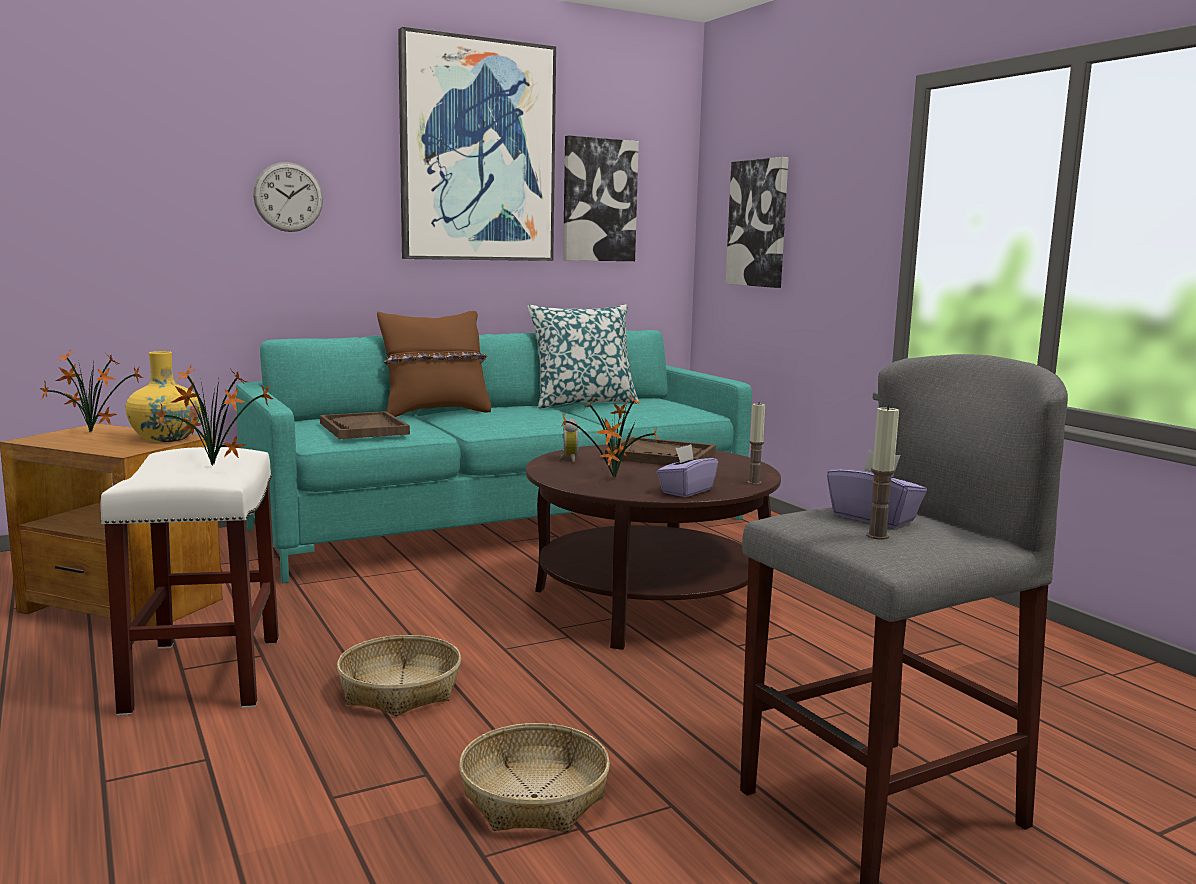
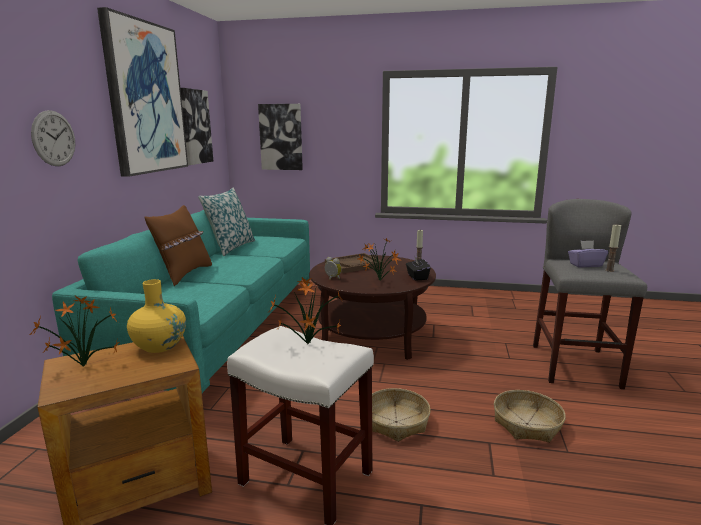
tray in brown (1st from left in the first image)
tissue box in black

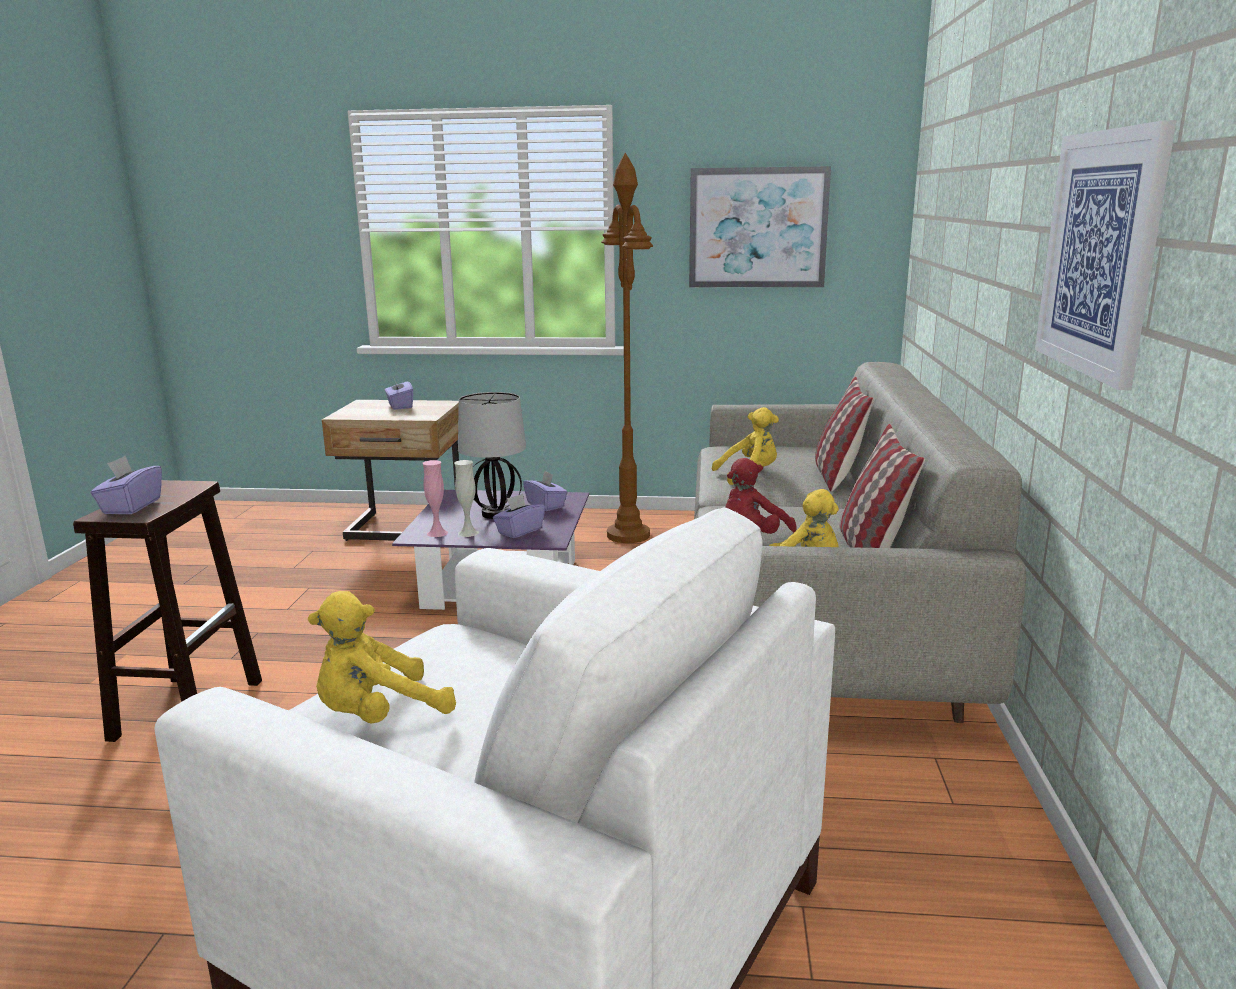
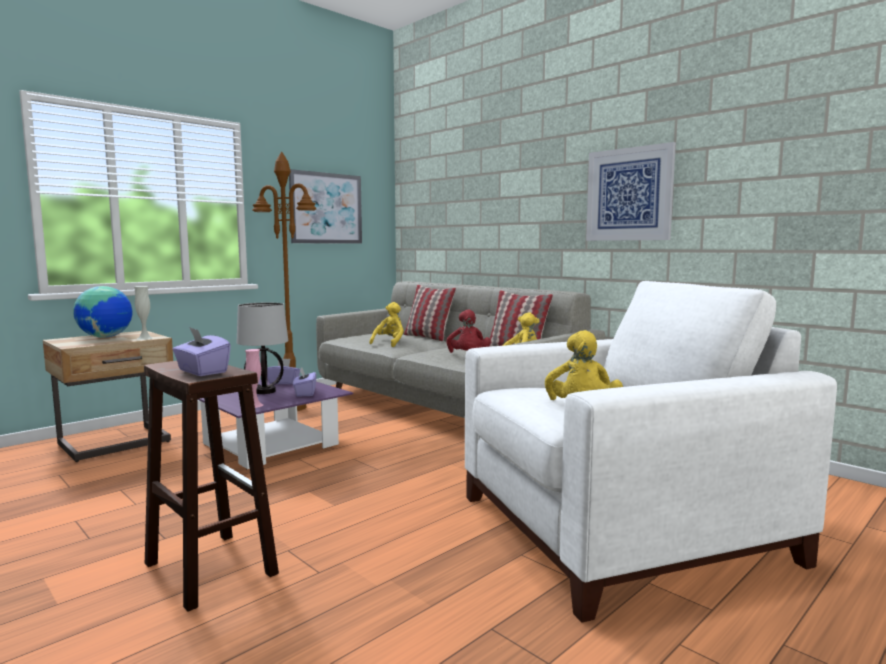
vase in white
globe

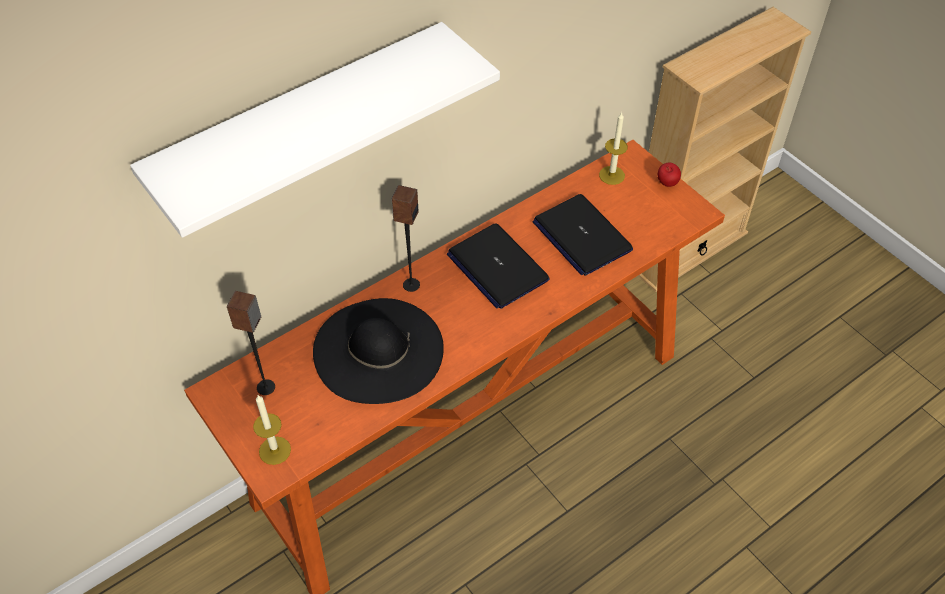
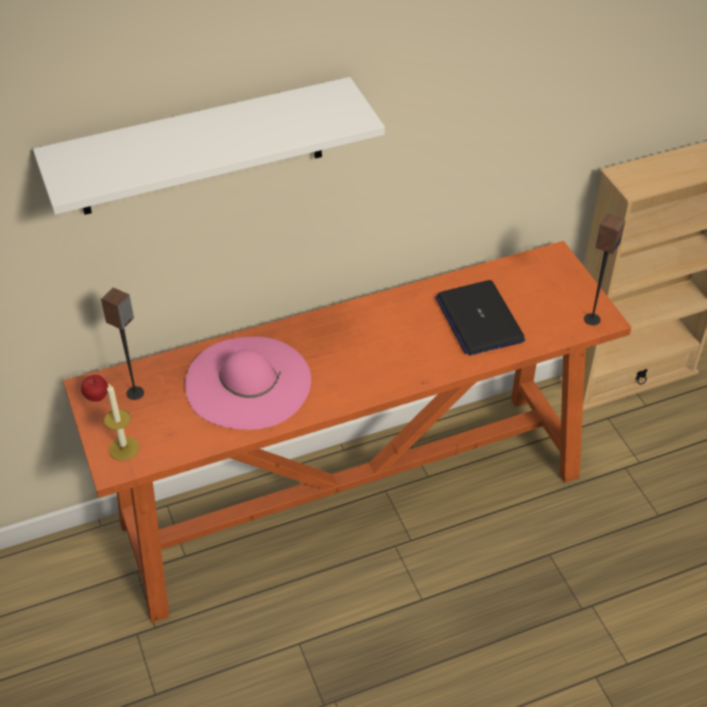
laptop (1st from left in the first image)
candle (2nd from left in the first image)
speaker (2nd from left)
apple
hat in pink

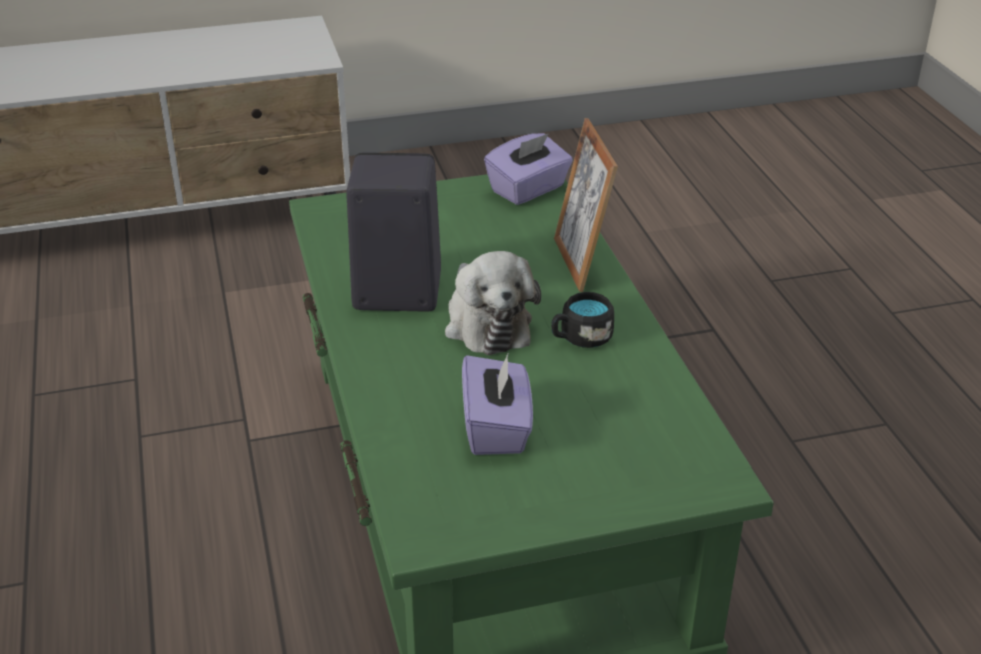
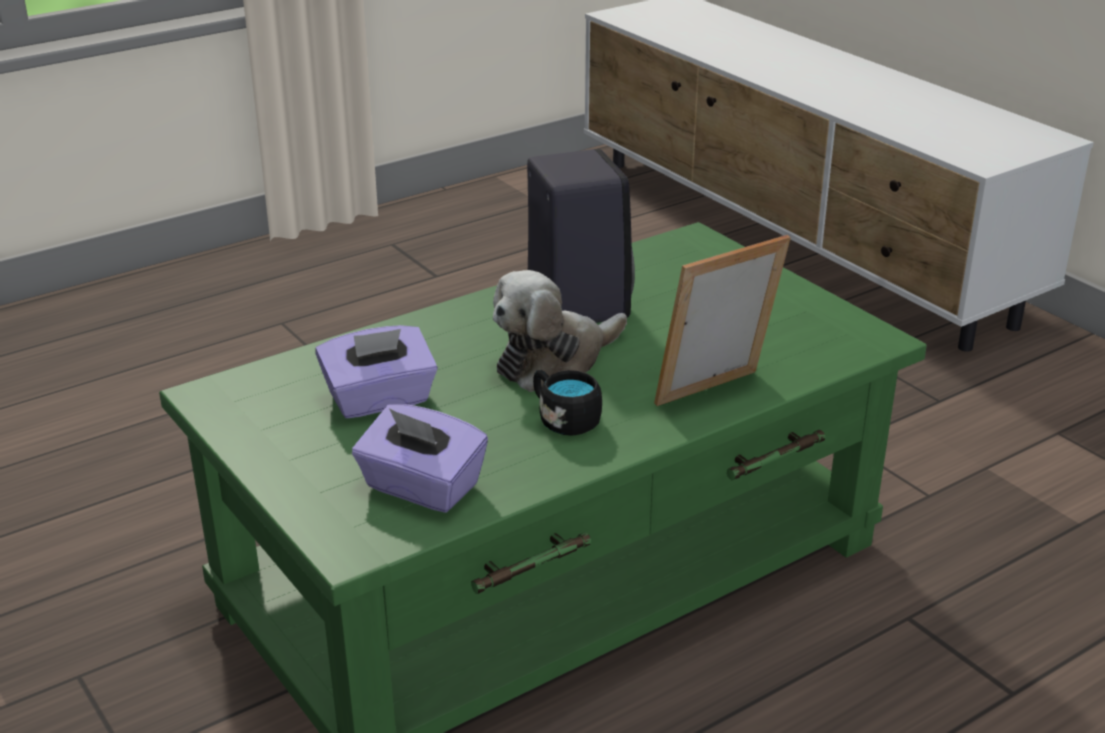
tissue box in purple (2nd from left)

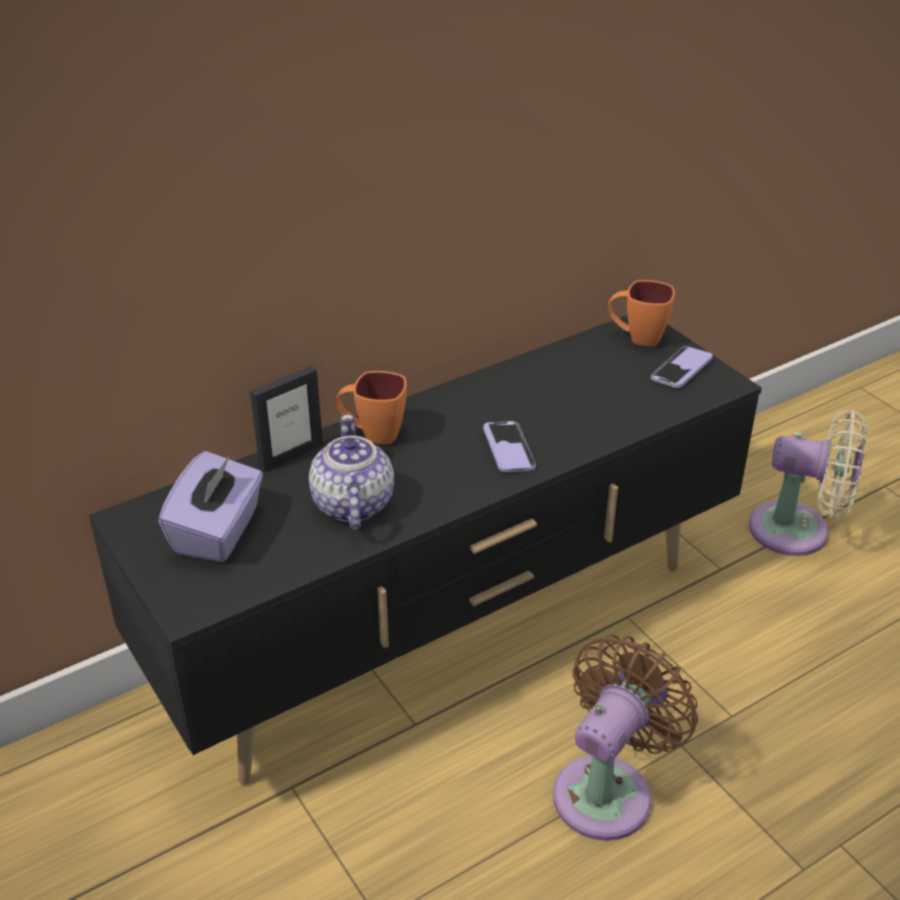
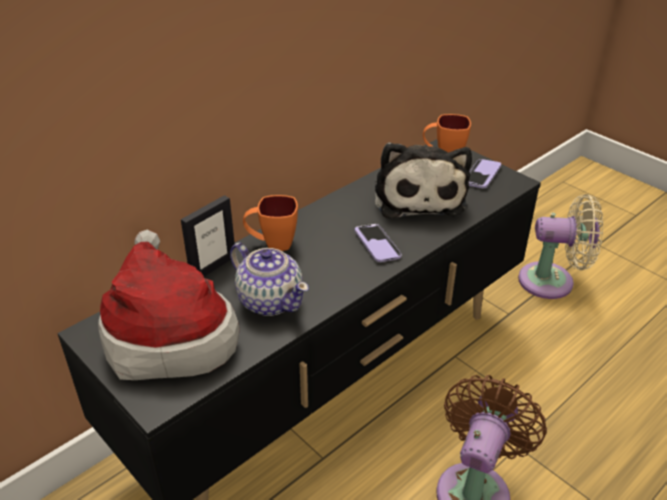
plush toy
hat
teapot

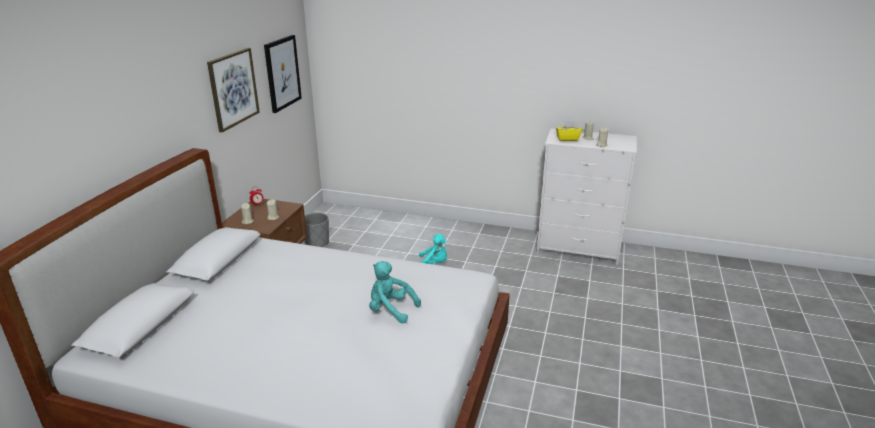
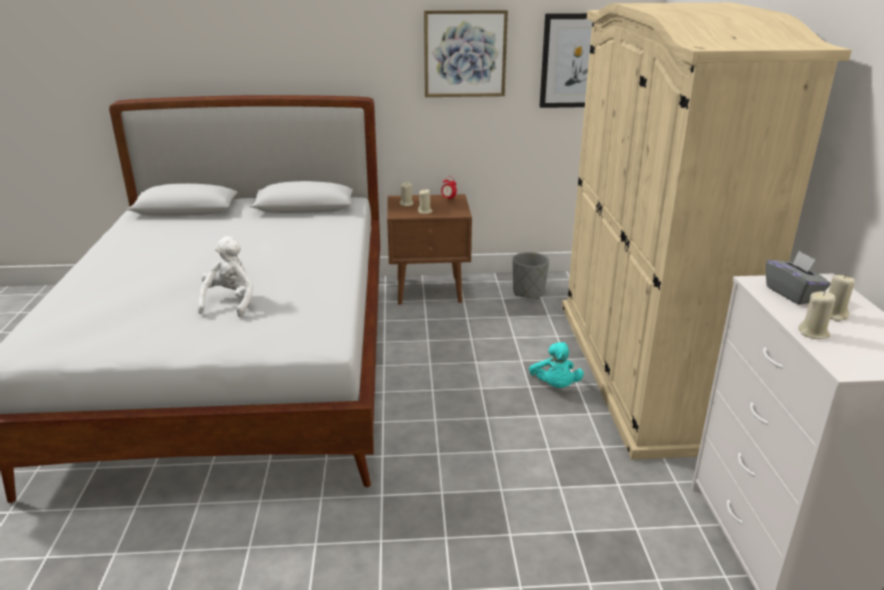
wardrobe in beige
plush toy in white
tissue box in grey

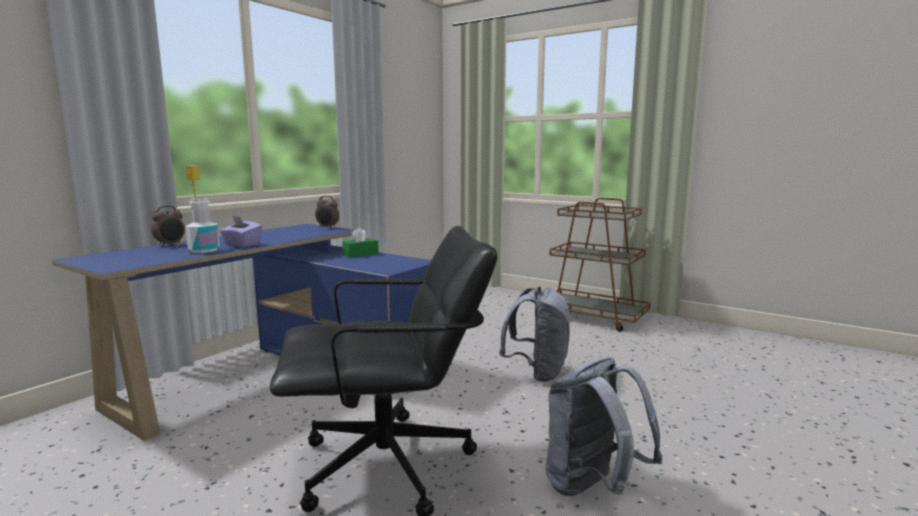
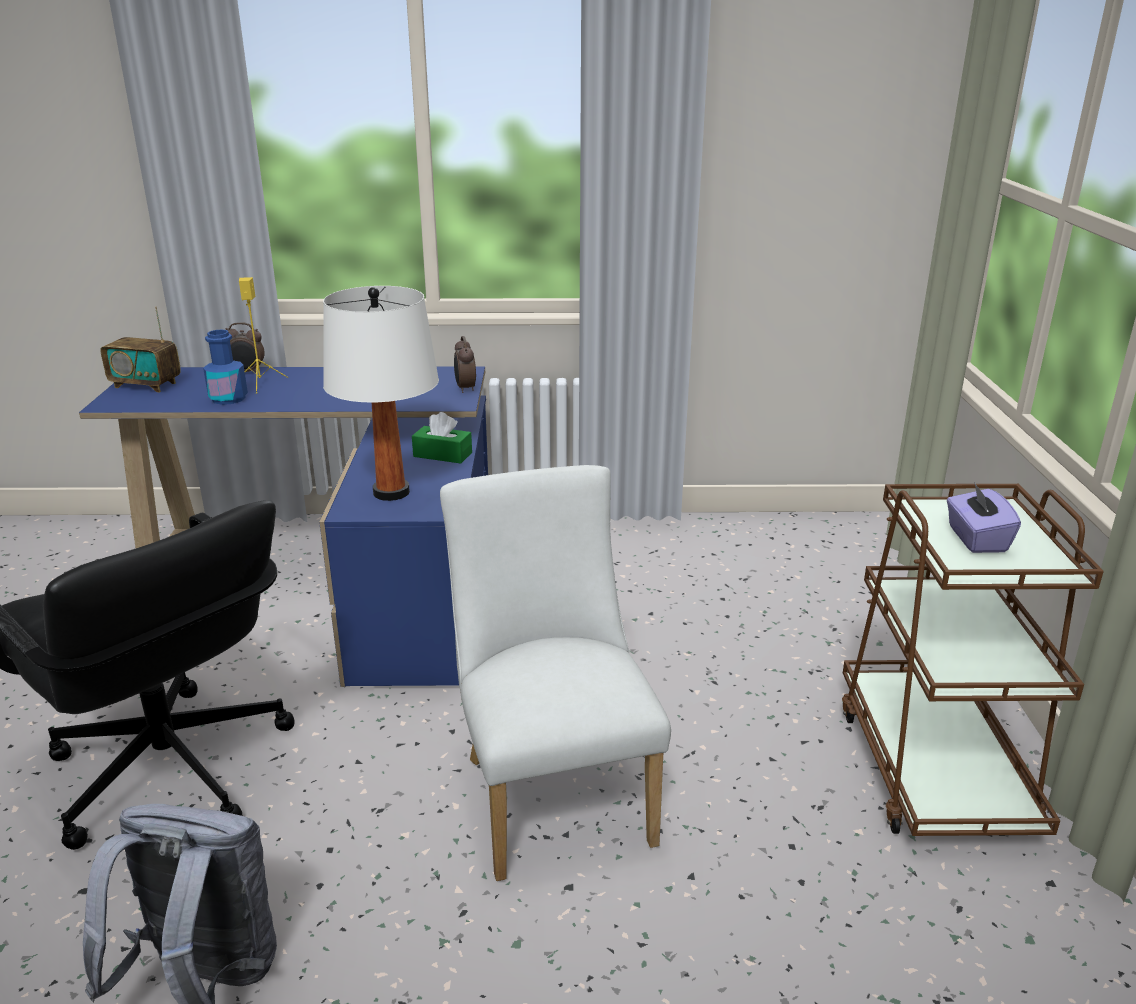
radio
table lamp in white
tissue box in purple
chair in white
bottle in blue

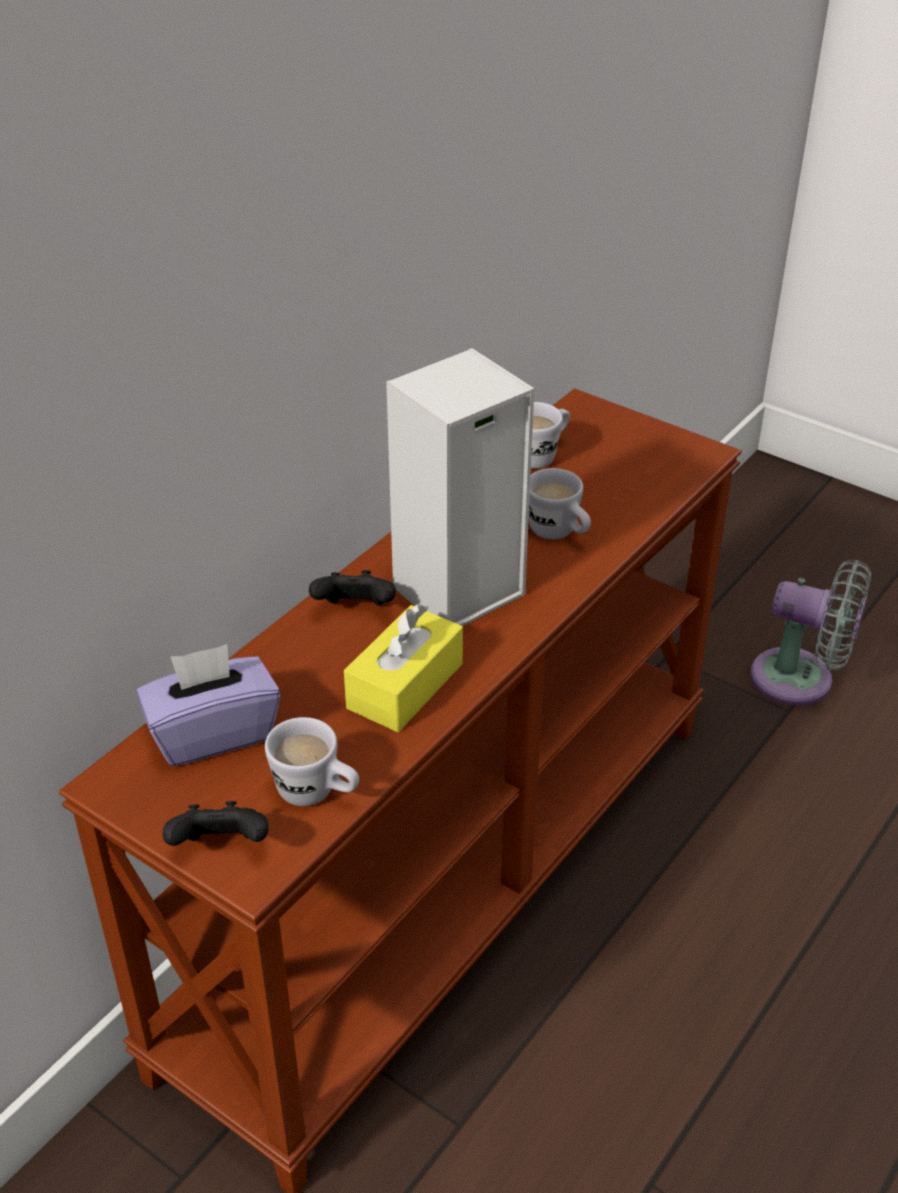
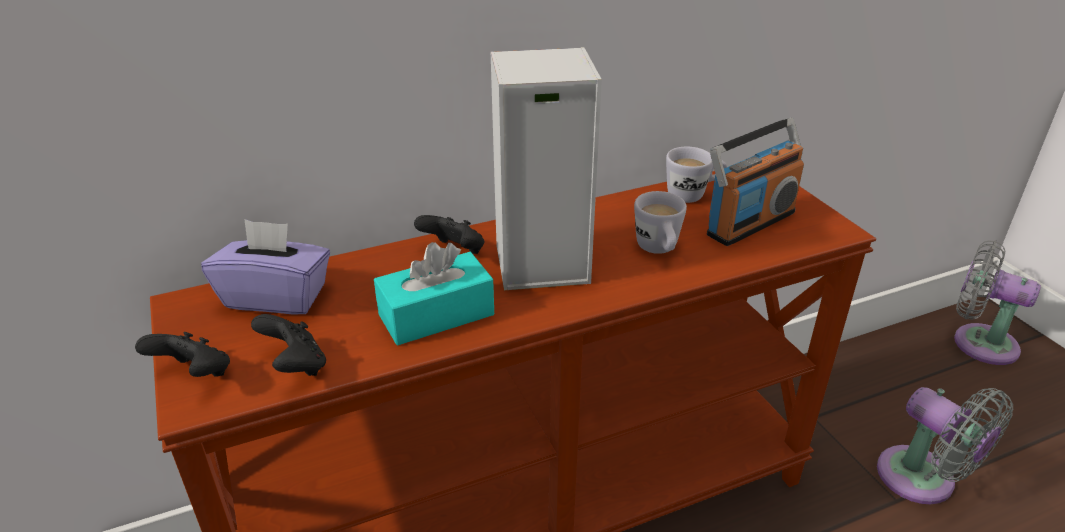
radio
fan in grey (2nd from left)
game controller in black (2nd from left)
tissue box in turquoise

